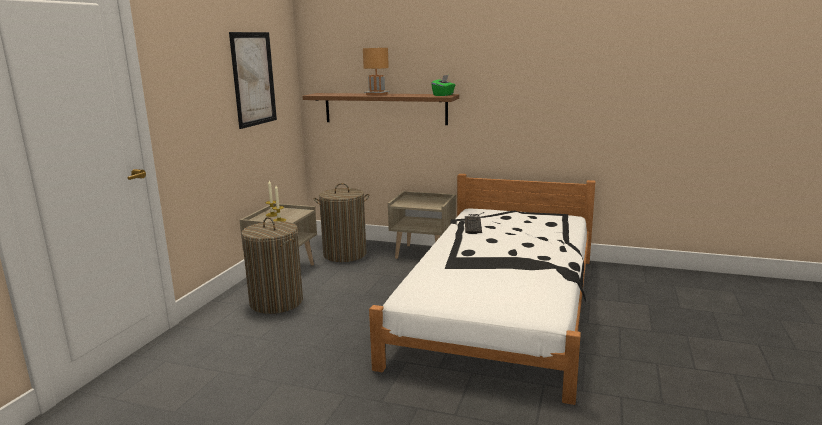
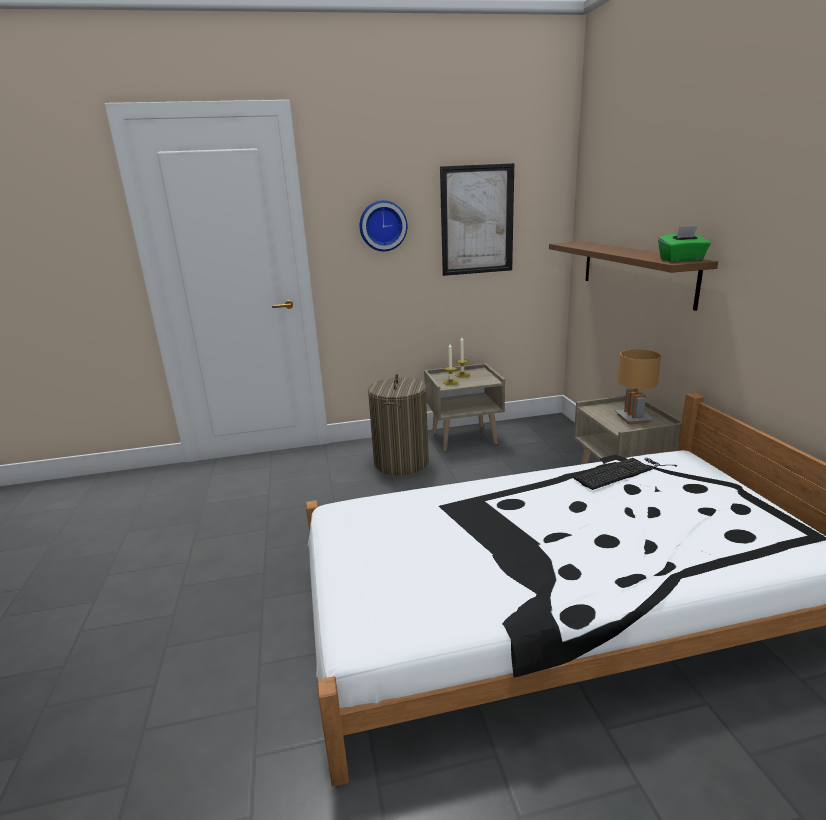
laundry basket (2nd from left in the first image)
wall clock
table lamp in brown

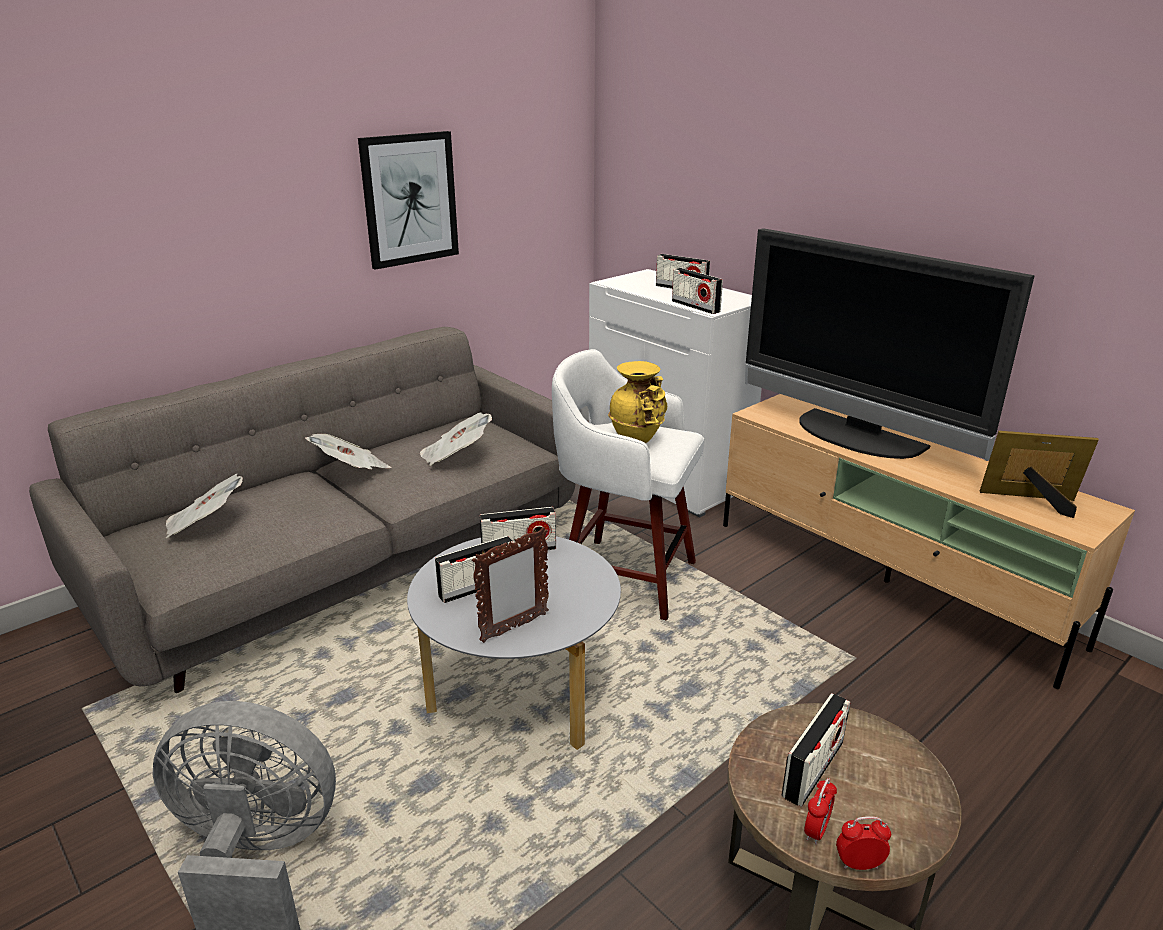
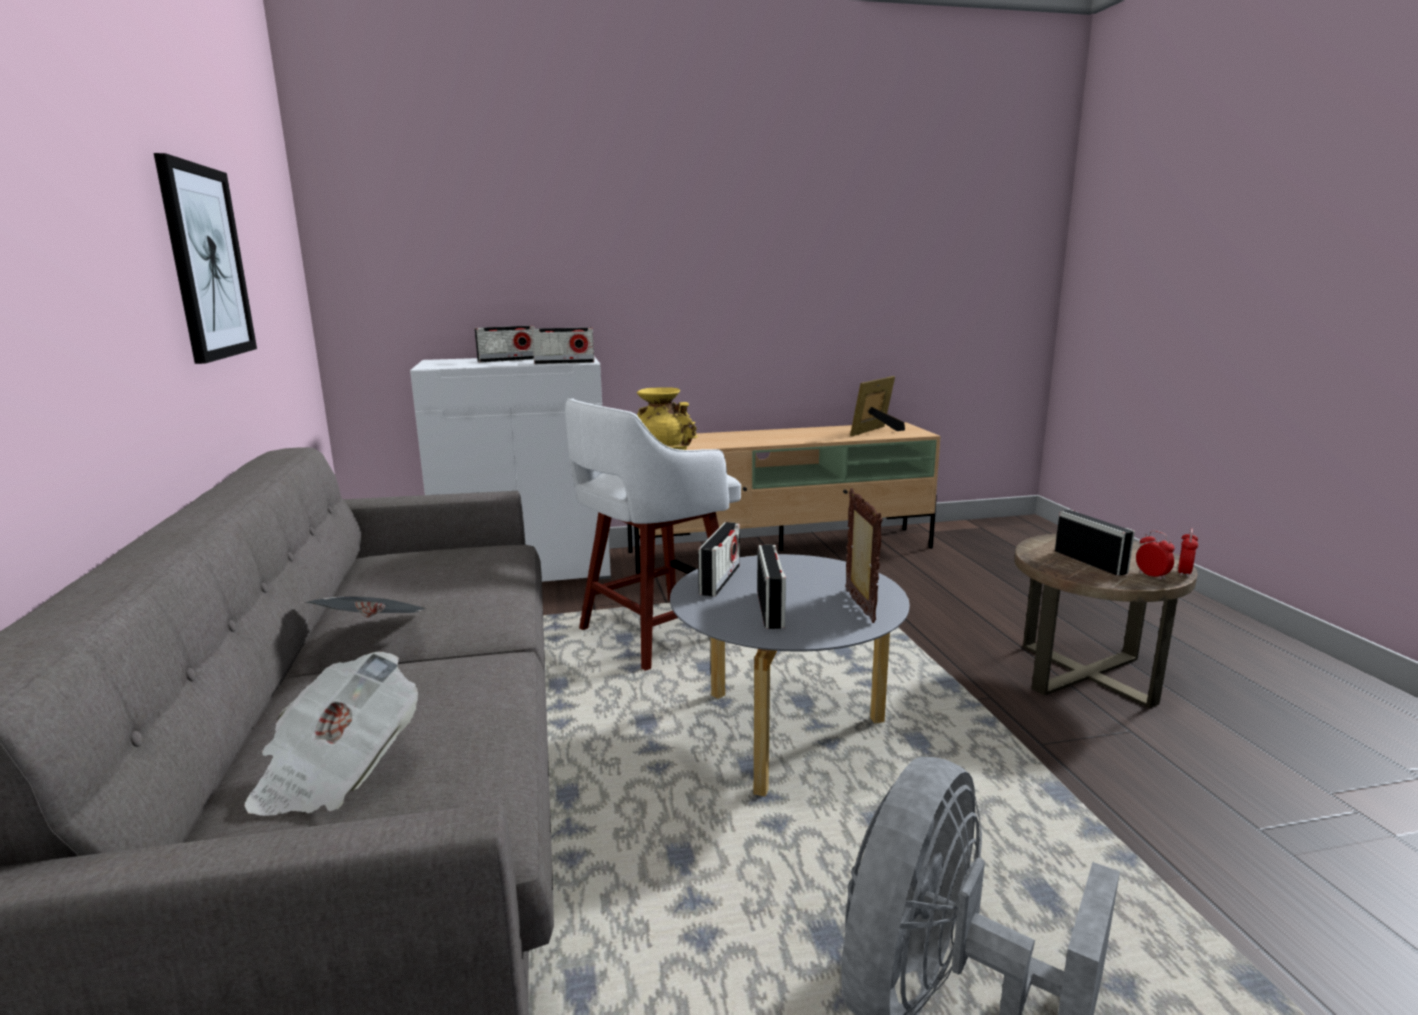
newspaper (3rd from left in the first image)
television

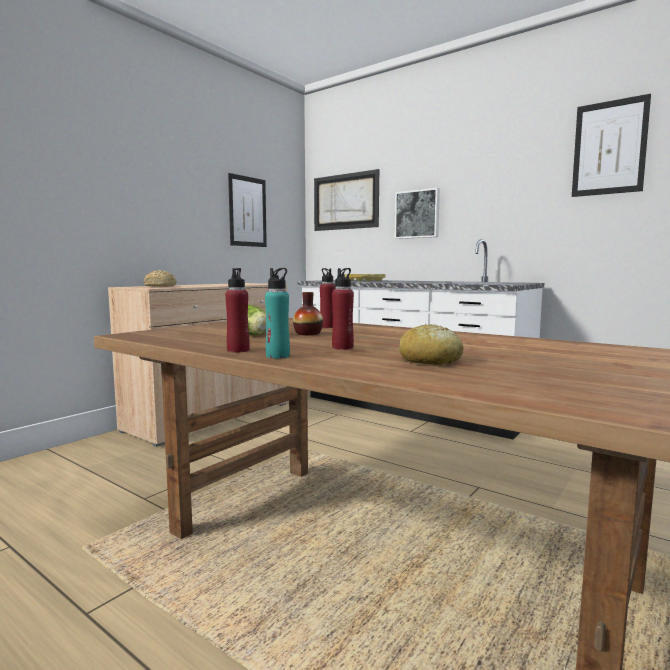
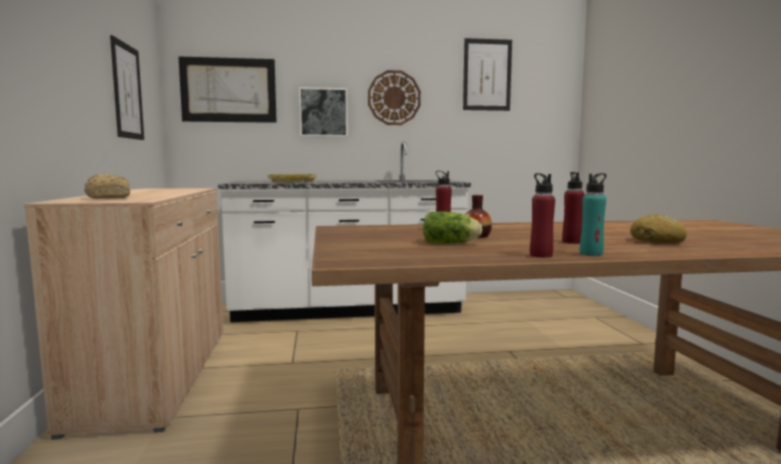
wall clock

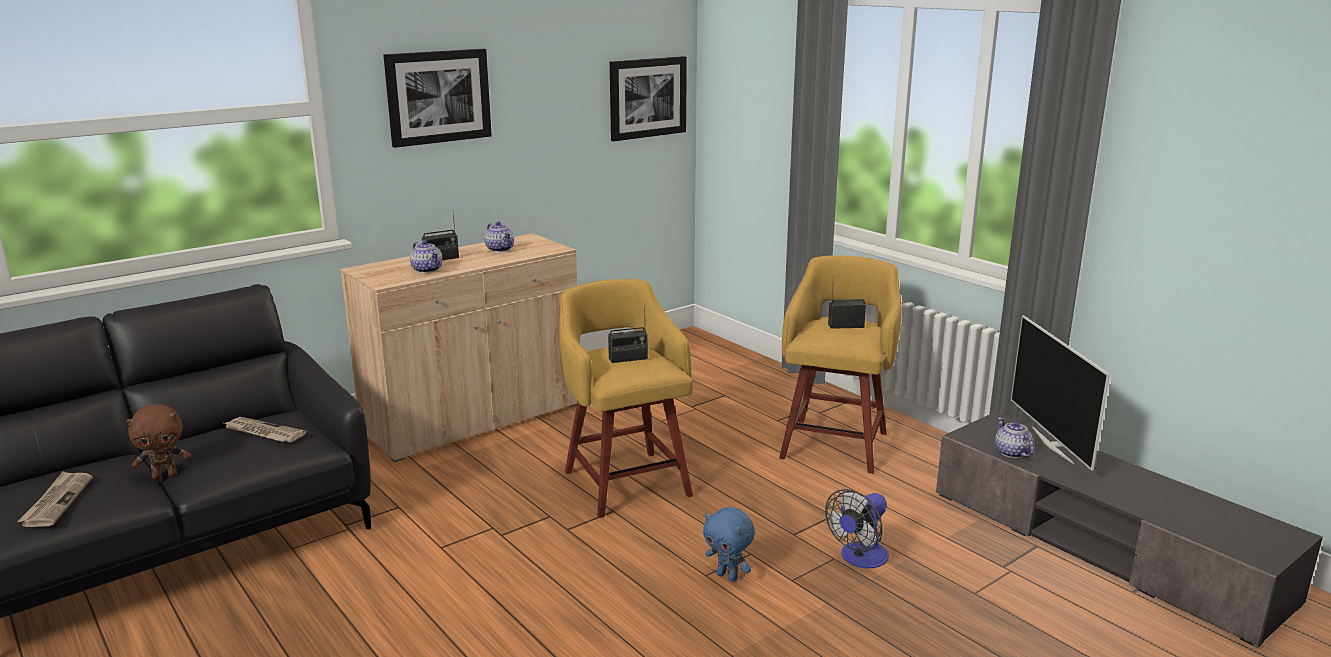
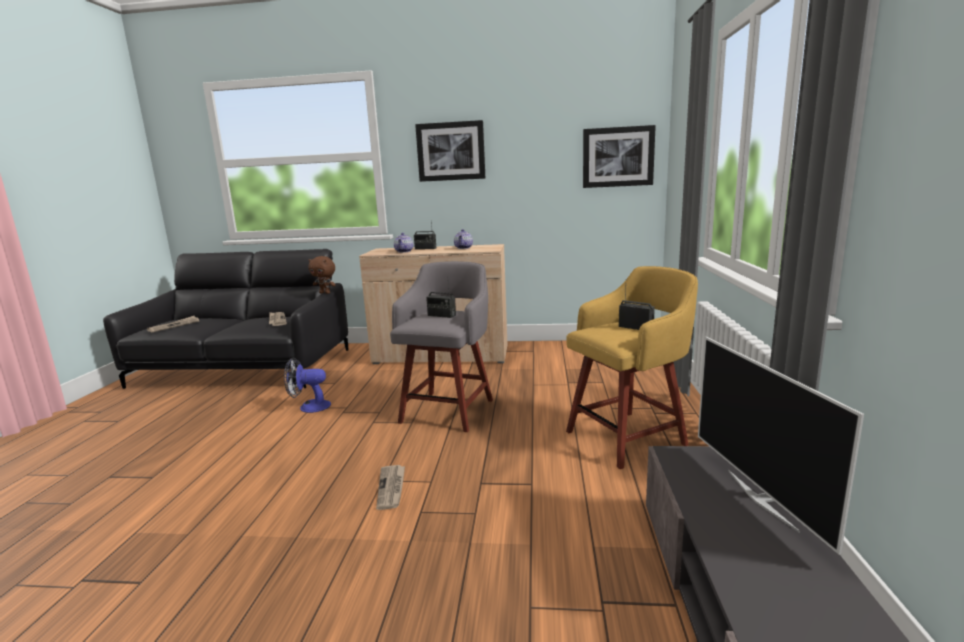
teapot (3rd from left in the first image)
plush toy in brown
fan
newspaper (3rd from left)
stool in grey
television

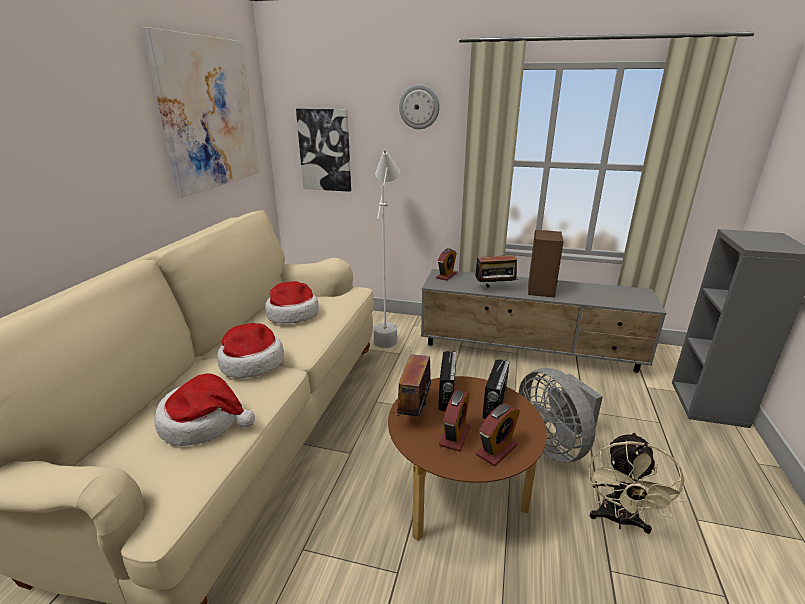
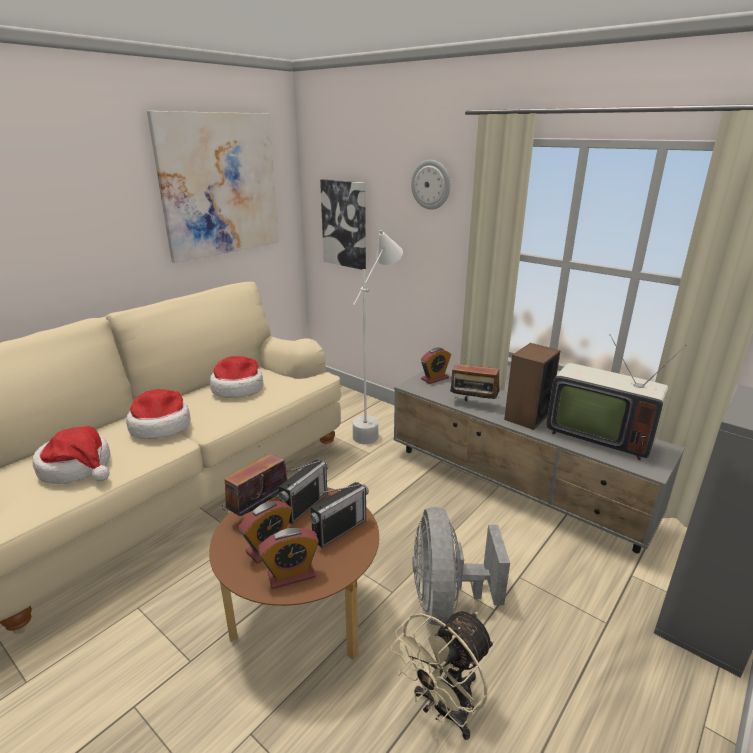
television

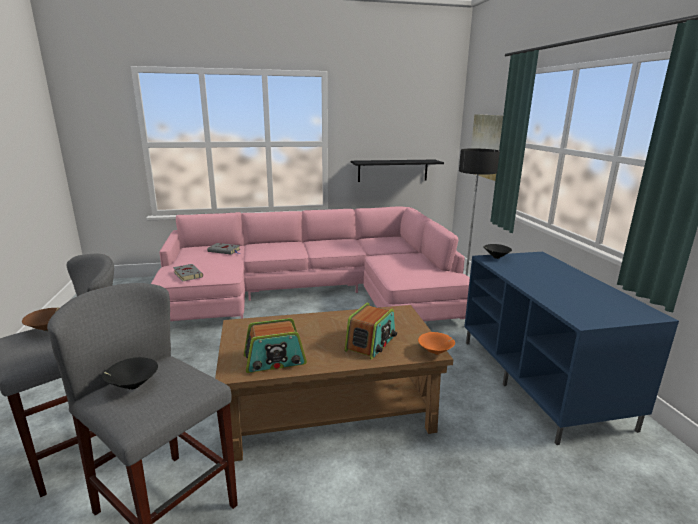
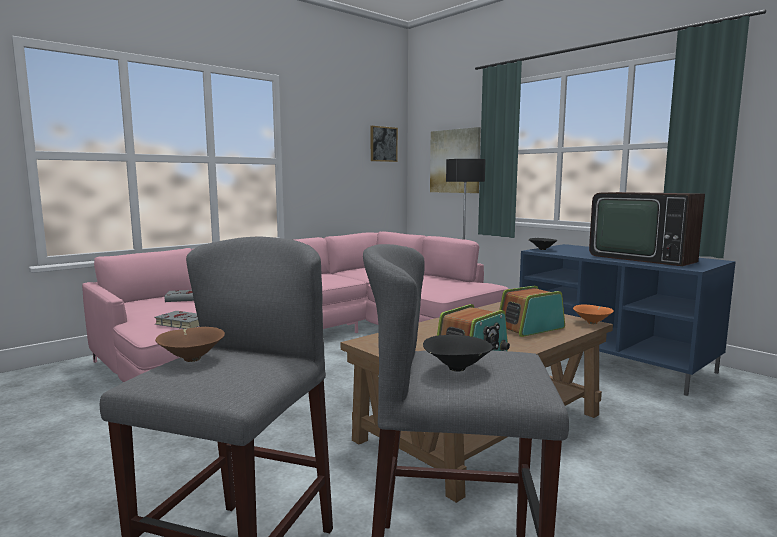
shelf in black
picture (1st from left)
television
radio (2nd from left)

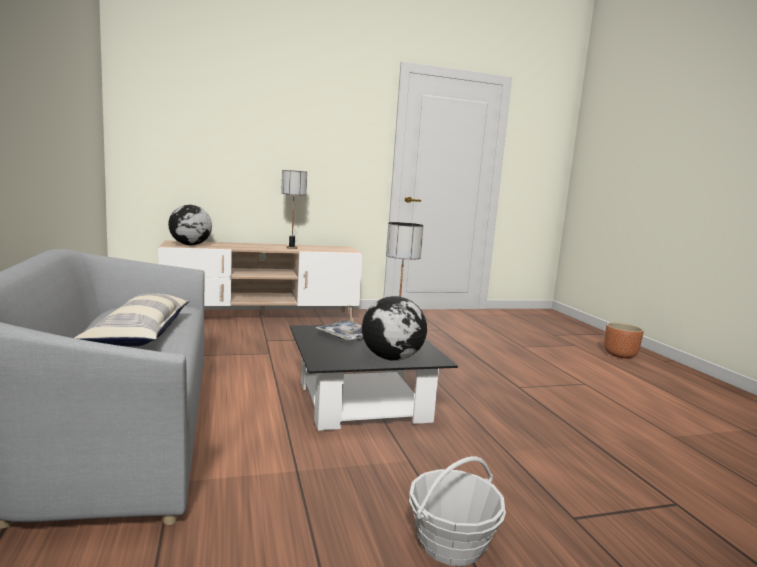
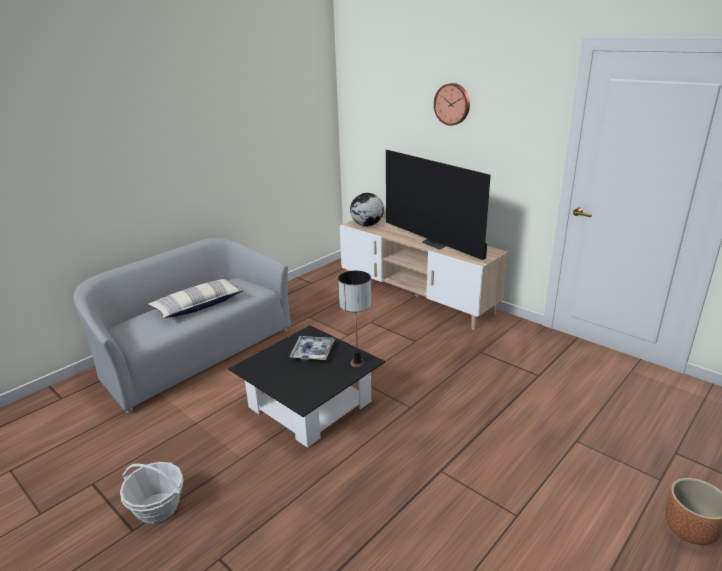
globe (2nd from left in the first image)
wall clock
television

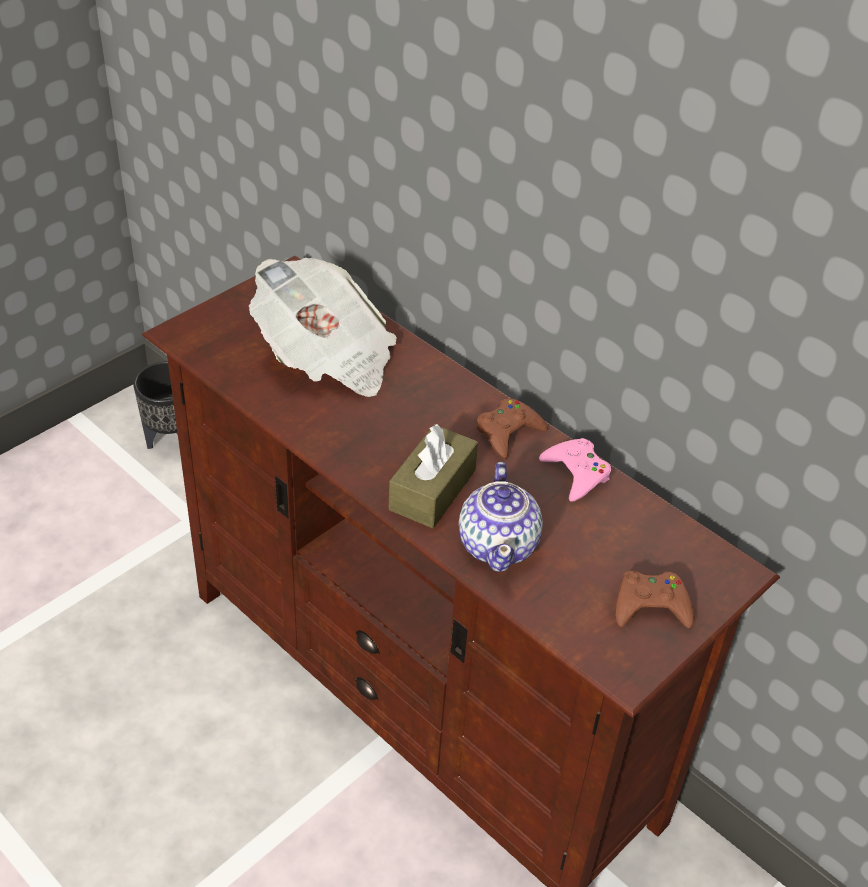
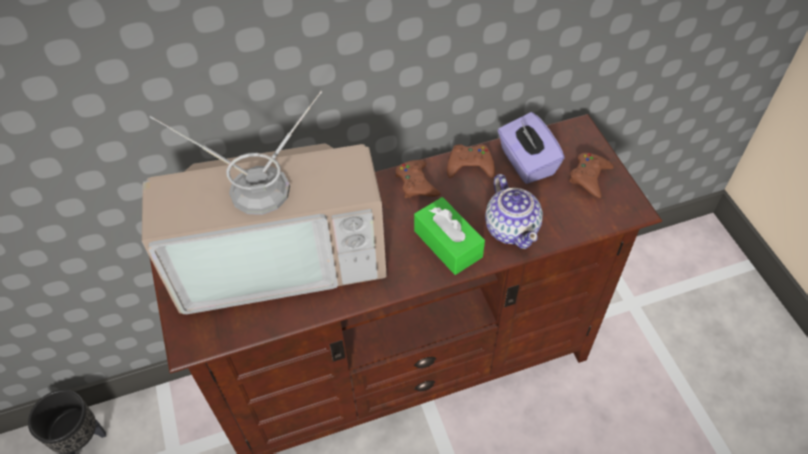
tissue box in purple
television
tissue box in green
game controller in brown (2nd from left)
teapot

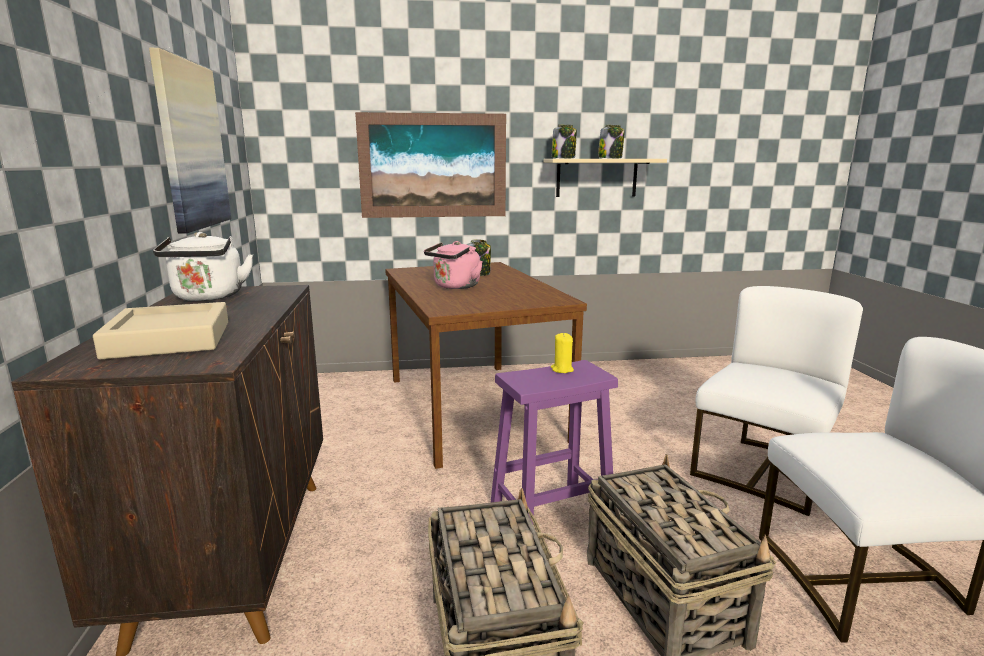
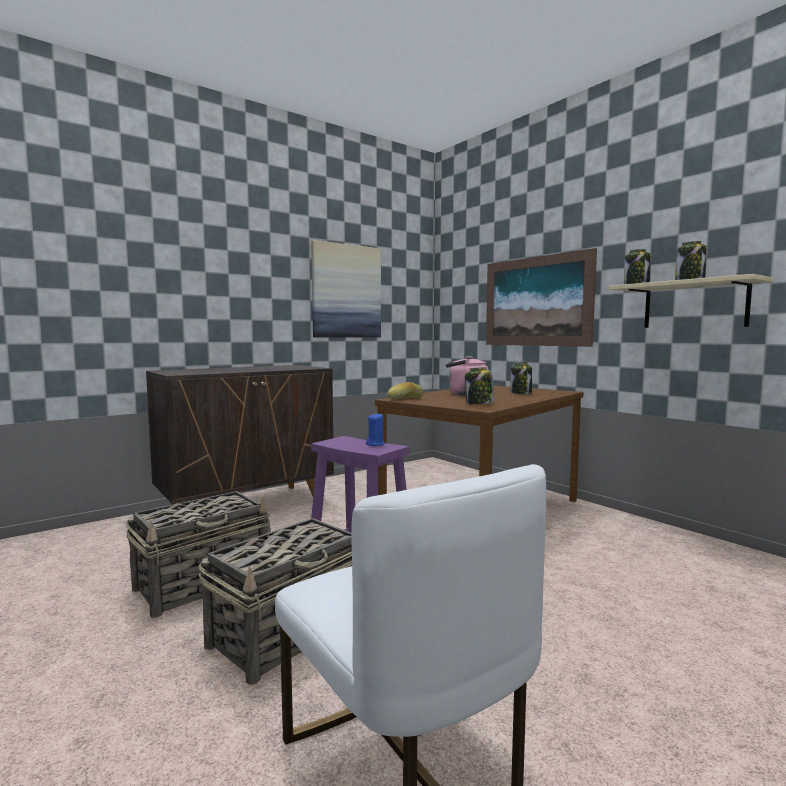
tray in beige
kettle in white
chair in white (1st from left in the first image)
bread
jar (1st from left)
candle in blue

